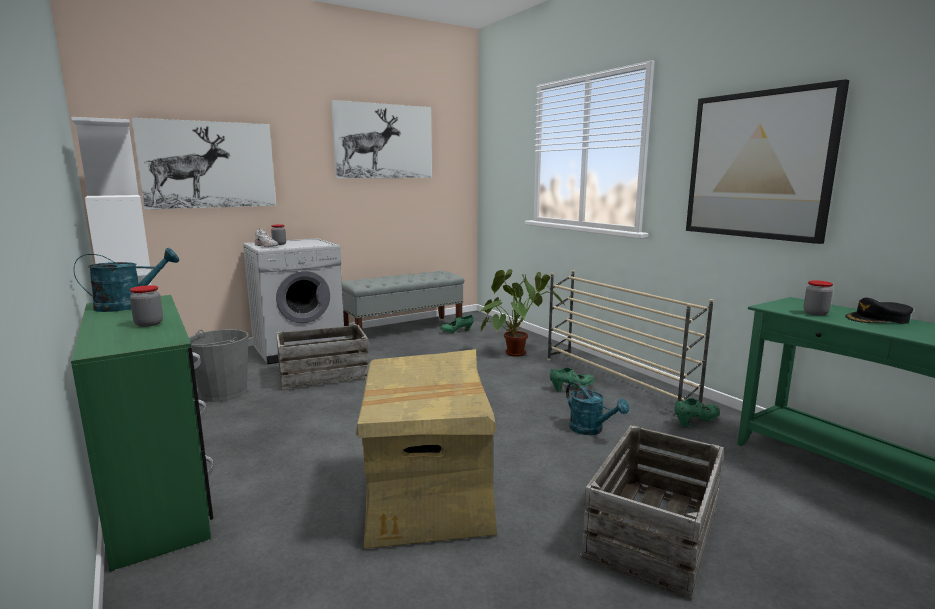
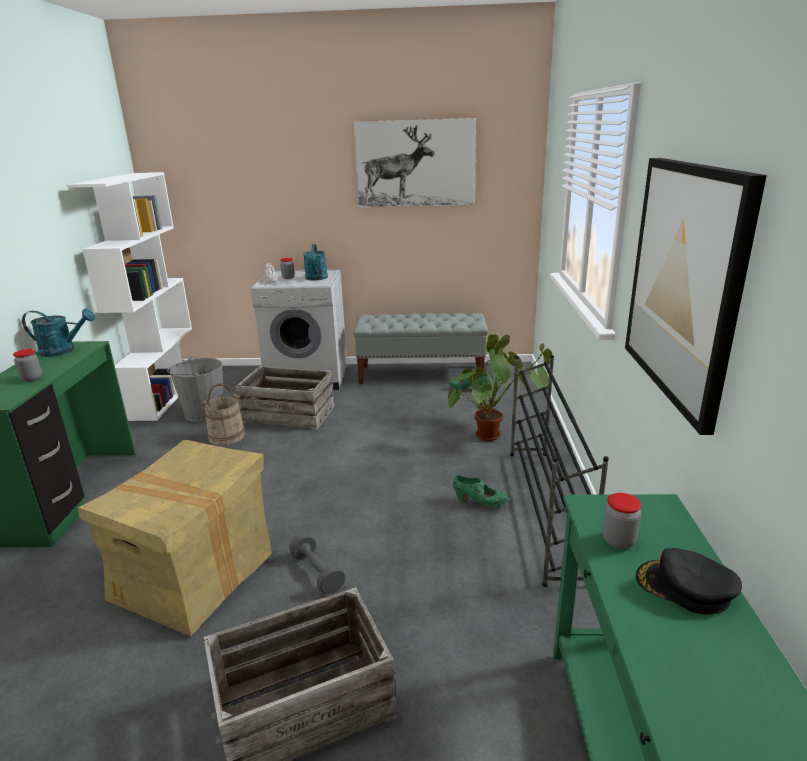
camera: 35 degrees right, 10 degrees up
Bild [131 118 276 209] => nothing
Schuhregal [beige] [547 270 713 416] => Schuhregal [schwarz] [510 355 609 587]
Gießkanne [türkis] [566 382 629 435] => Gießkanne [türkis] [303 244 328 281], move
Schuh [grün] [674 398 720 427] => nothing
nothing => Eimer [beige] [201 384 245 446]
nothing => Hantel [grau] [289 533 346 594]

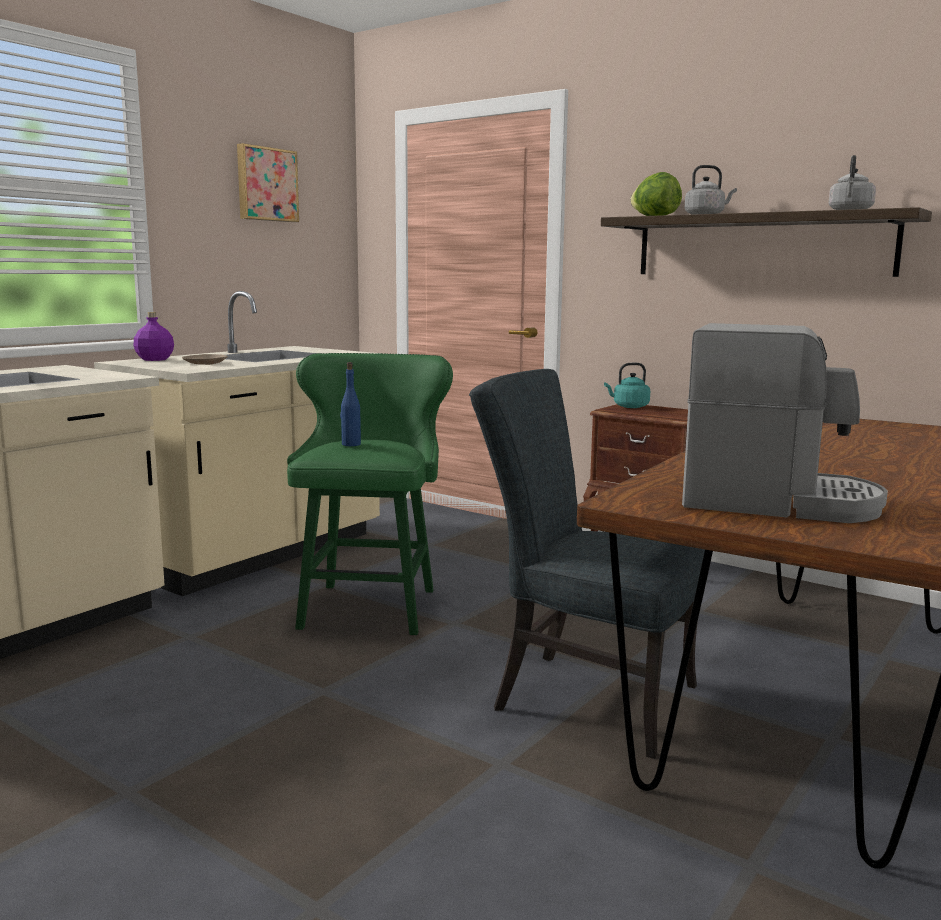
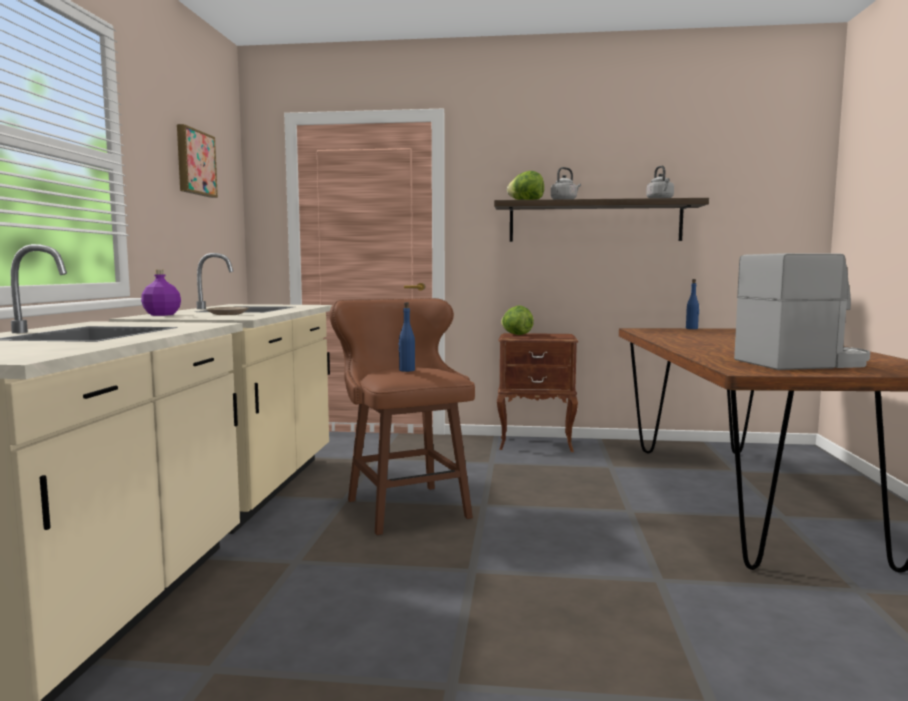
camera: 30 degrees left, 5 degrees down
Hocker [grün] [287 353 453 635] => Hocker [braun] [330 298 475 535]
Wasserkessel [türkis] [604 363 650 408] => Salatkopf [501 305 534 335]
Stuhl [grau] [469 369 705 759] => nothing
nothing => Flasche [blau] [686 279 699 329]

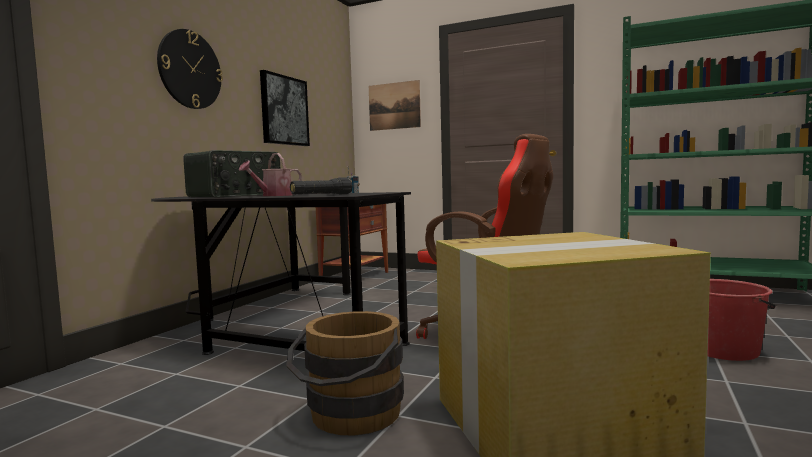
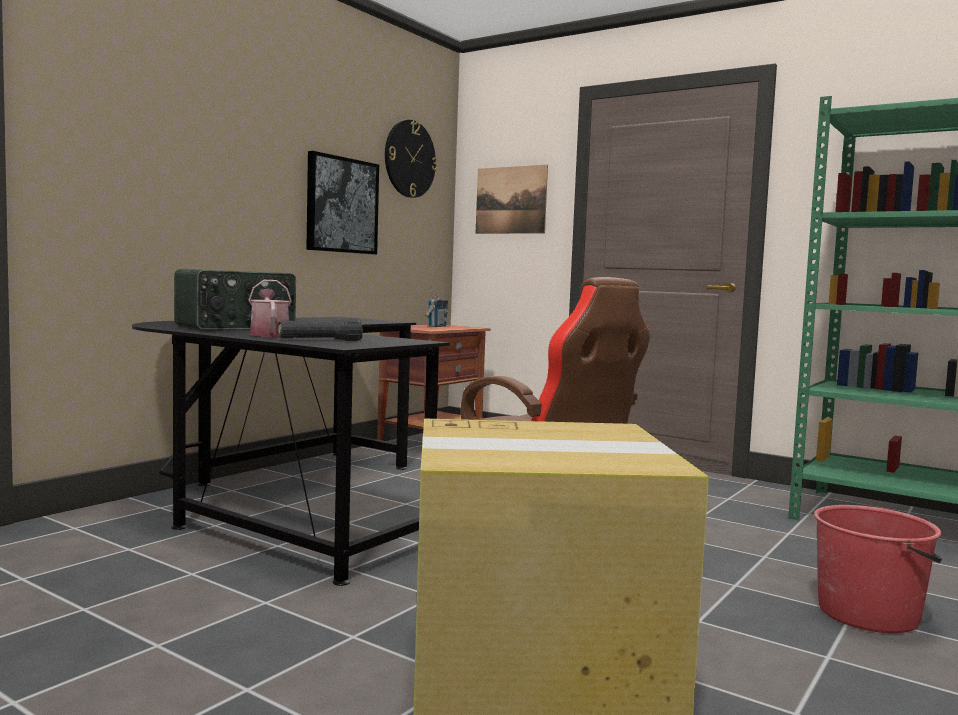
camera: 10 degrees right, 0 degrees up
Wanduhr [157 29 223 109] => Wanduhr [385 120 437 198], move
Gießkanne [239 153 302 196] => Gießkanne [248 280 292 337], 105 degrees clockwise
Eimer [braun] [286 311 404 436] => nothing

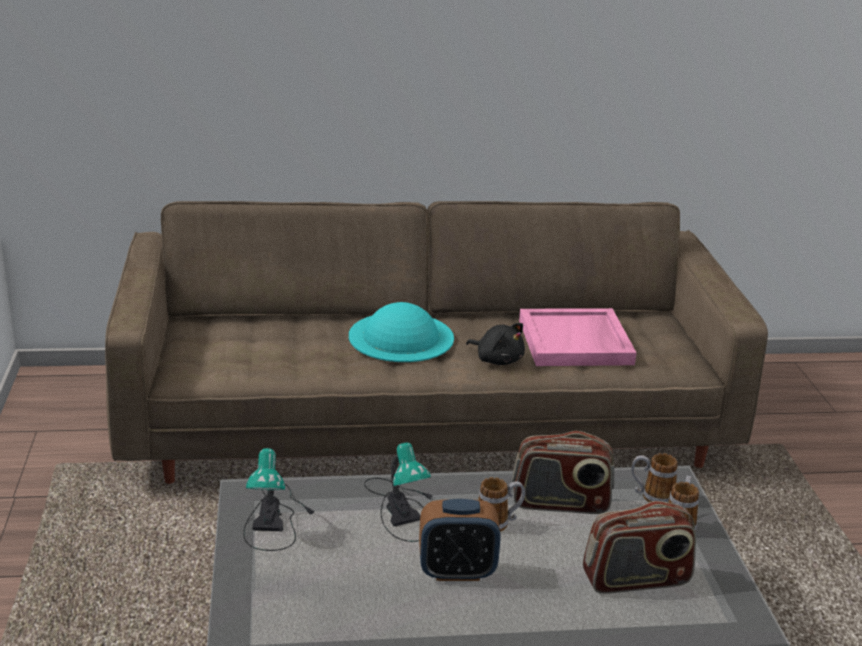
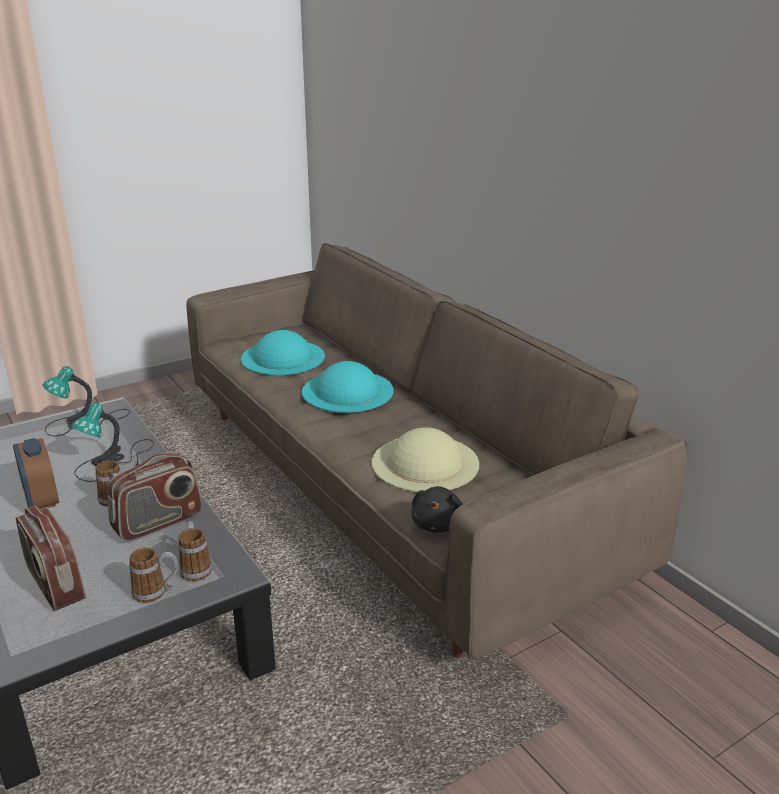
camera: 65 degrees right, 0 degrees up
Tablett [rosa] [519 308 637 366] => Hut [beige] [372 427 479 492]
Plüschtier [schwarz] [466 323 525 365] => Plüschtier [schwarz] [411 486 463 533], move
Radio [512 431 614 514] => Radio [107 453 203 542], 105 degrees counterclockwise
nothing => Hut [türkis] [240 330 325 375]

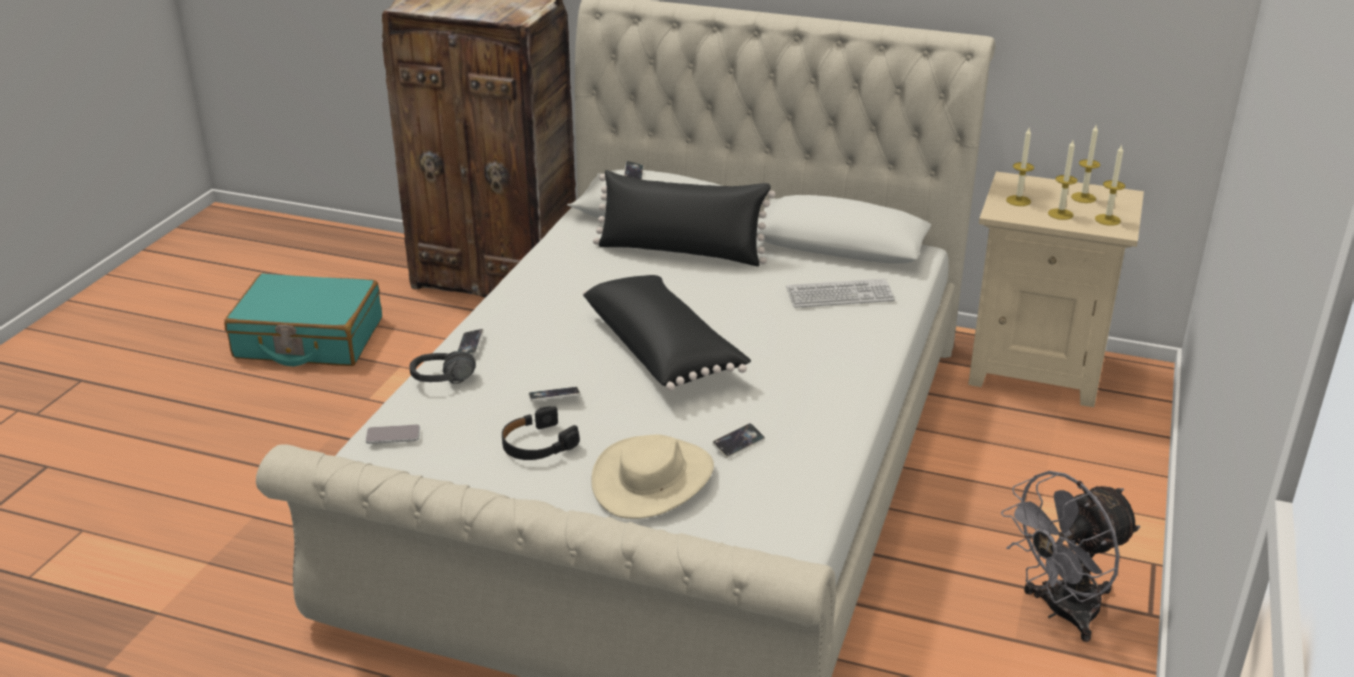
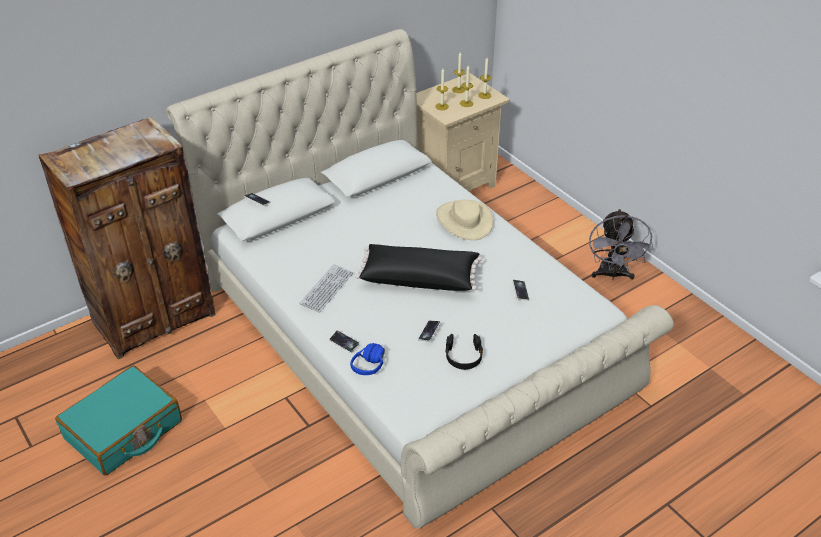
camera: 55 degrees left, 10 degrees up
Kissen [schwarz] [593 170 775 266] => nothing
Tastatur [786 279 895 308] => Tastatur [299 264 353 313], move
Kopfhörer [schwarz] [409 351 476 384] => Kopfhörer [blau] [350 343 385 375]
Handy [365 424 420 444] => nothing
Hut [beige] [591 435 714 519] => Hut [beige] [436 200 493 240], move

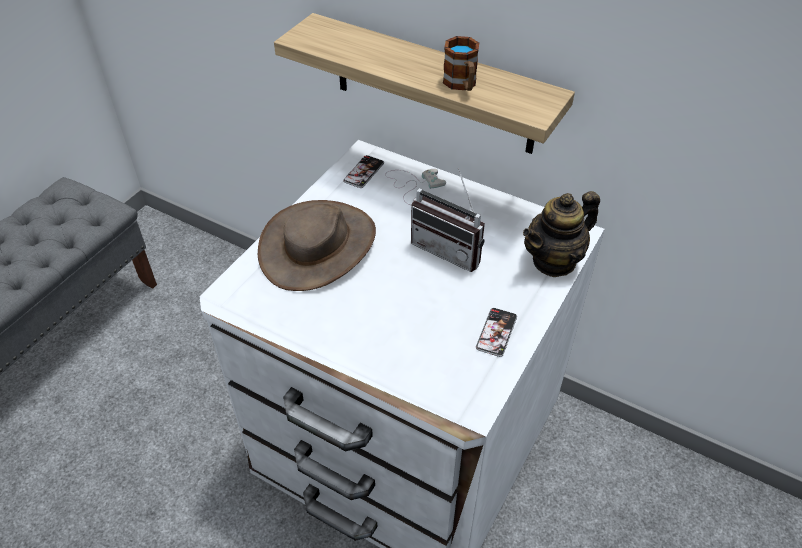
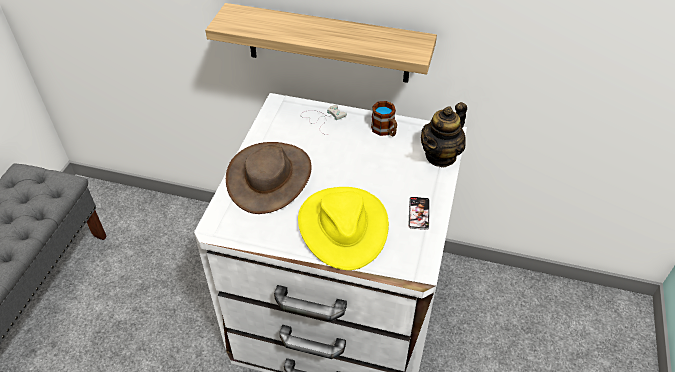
camera: 15 degrees left, 0 degrees up
Henkelbecher [443 36 479 91] => Henkelbecher [371 101 397 137], move
Handy [343 155 384 188] => nothing
Radio [411 168 485 272] => nothing
nothing => Hut [gelb] [298 187 389 270]

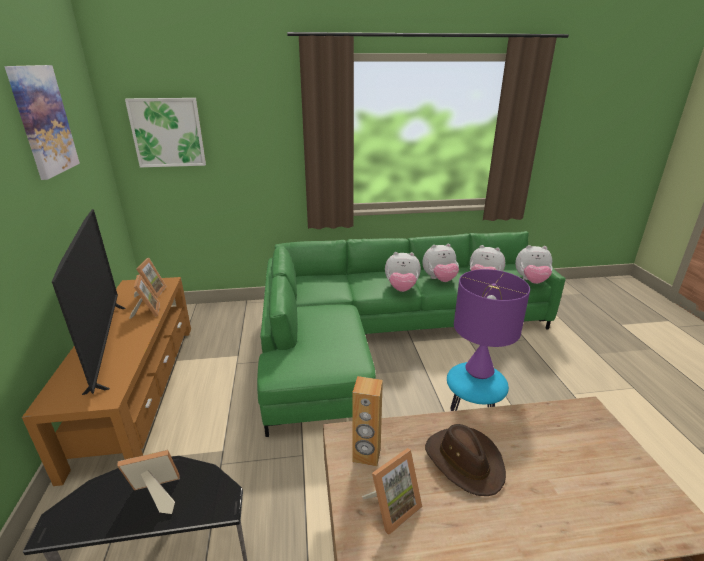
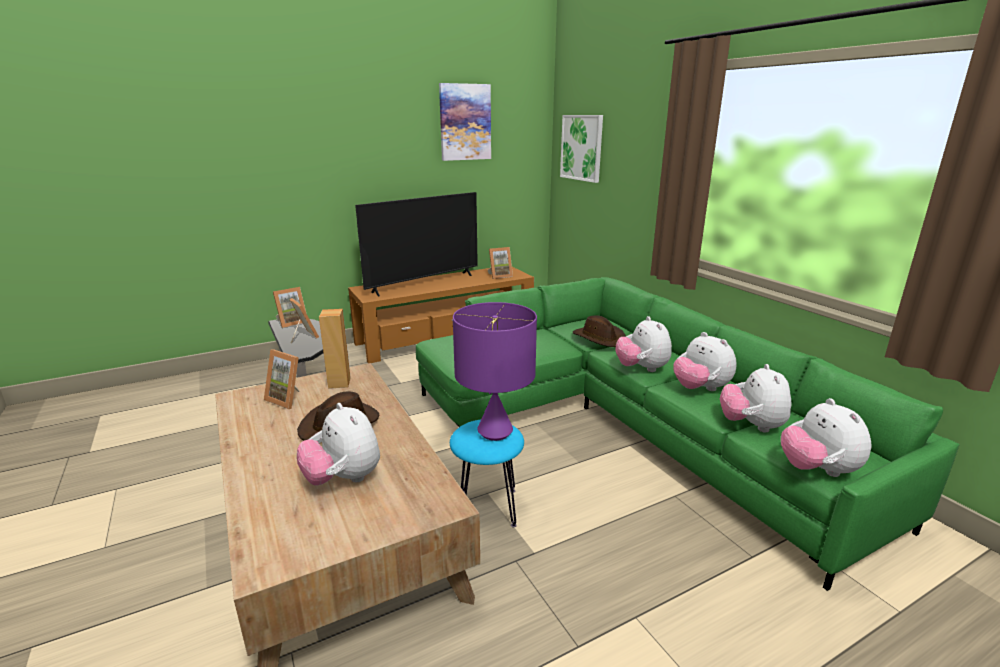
camera: 70 degrees right, 5 degrees down
Bilderrahmen [130 274 160 319] => Bilderrahmen [273 287 307 328], move
nothing => Hut [braun] [573 316 626 347]
nothing => Plüschtier [297 403 380 486]

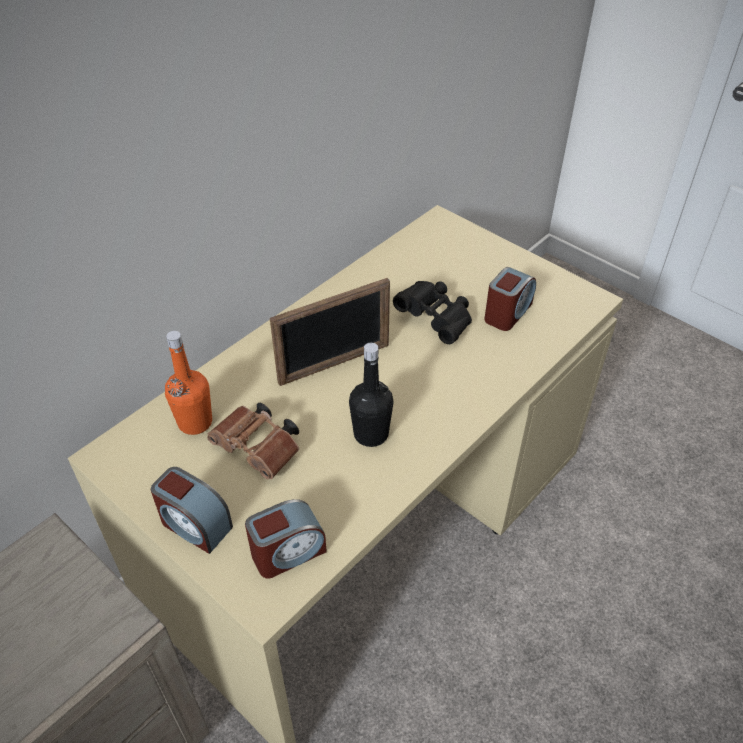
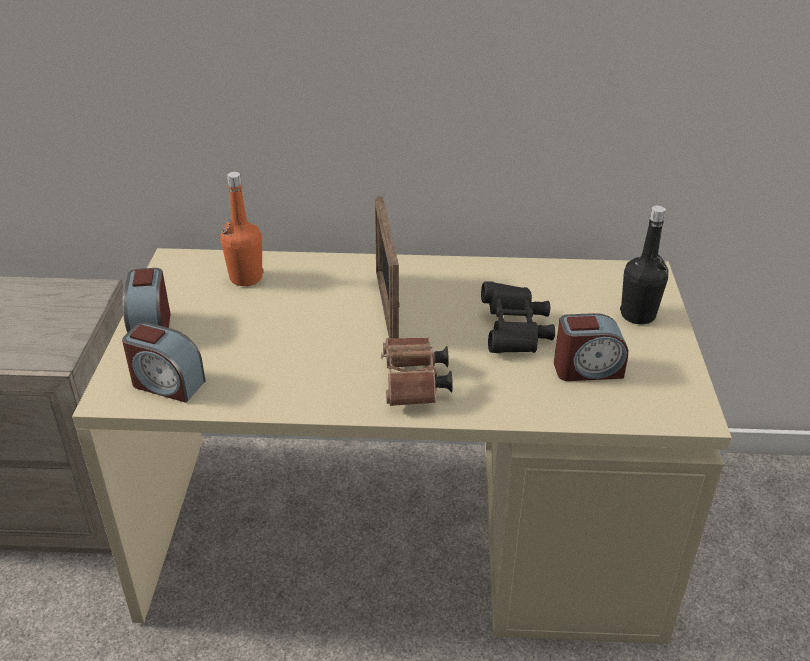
camera: 50 degrees right, 10 degrees down
Bilderrahmen [270 278 390 386] => Bilderrahmen [375 196 399 338], 60 degrees clockwise
Flasche [schwarz] [349 342 393 447] => Flasche [schwarz] [620 205 668 325], move
Fernglas [braun] [207 403 299 479] => Fernglas [braun] [381 338 453 406], move

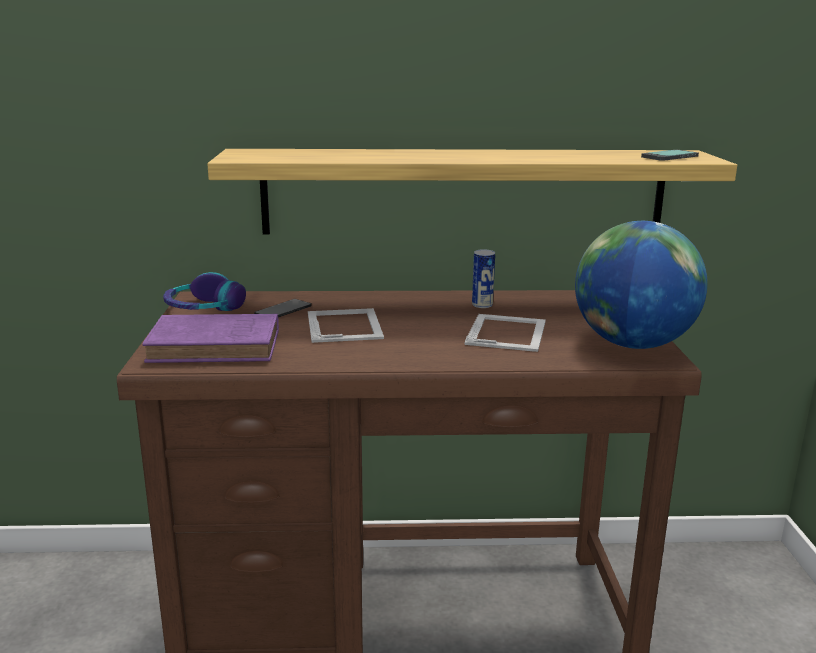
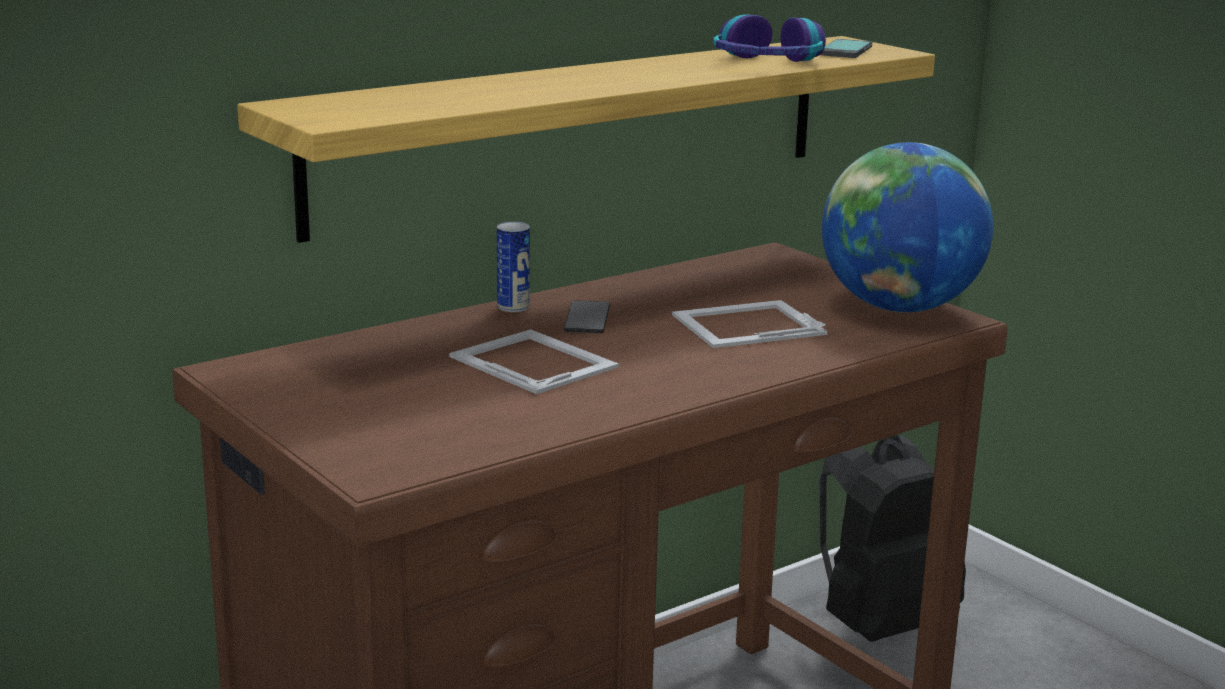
camera: 35 degrees left, 0 degrees up
Dose [472 249 495 308] => Dose [497 222 530 312], move
Kopfhörer [163 272 246 311] => Kopfhörer [713 14 826 62], move
Handy [254 299 312 317] => Handy [564 300 610 333], move
Buch [lila] [142 314 279 363] => nothing
Bilderrahmen [464 314 546 352] => Bilderrahmen [672 300 827 348], 90 degrees counterclockwise
nothing => Rucksack [schwarz] [819 435 966 642]

